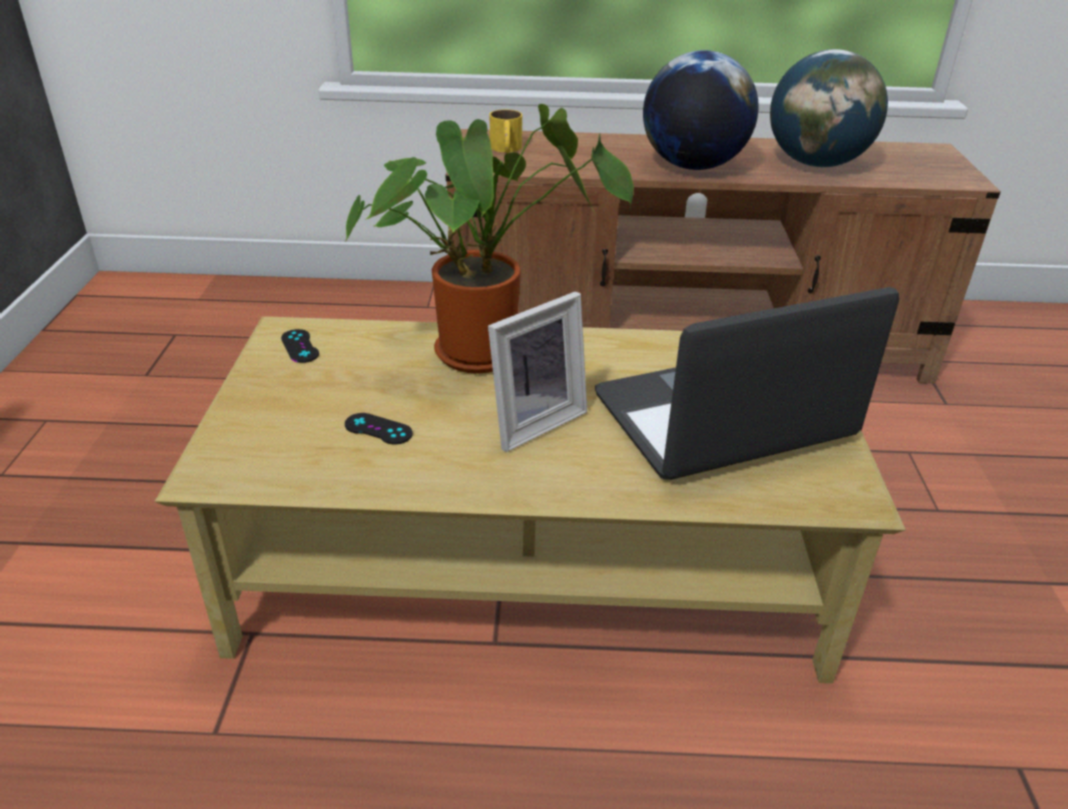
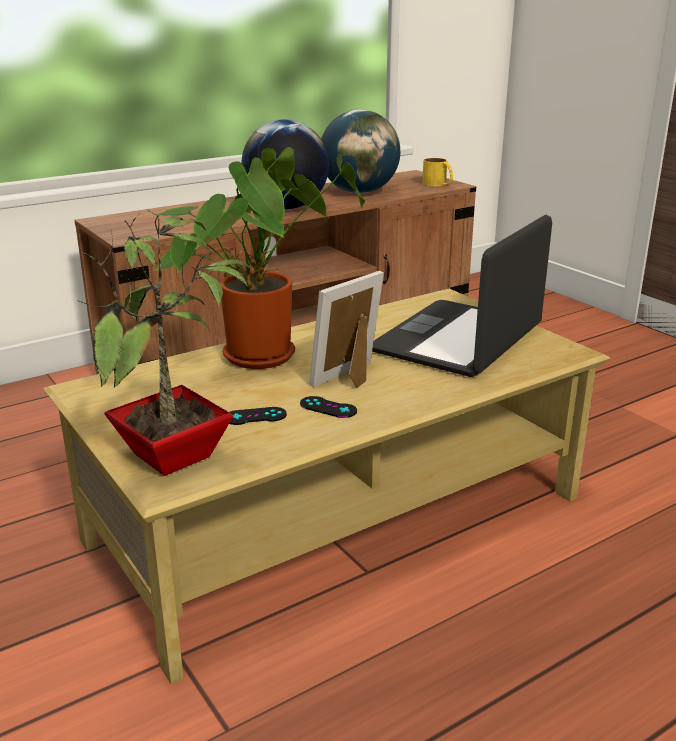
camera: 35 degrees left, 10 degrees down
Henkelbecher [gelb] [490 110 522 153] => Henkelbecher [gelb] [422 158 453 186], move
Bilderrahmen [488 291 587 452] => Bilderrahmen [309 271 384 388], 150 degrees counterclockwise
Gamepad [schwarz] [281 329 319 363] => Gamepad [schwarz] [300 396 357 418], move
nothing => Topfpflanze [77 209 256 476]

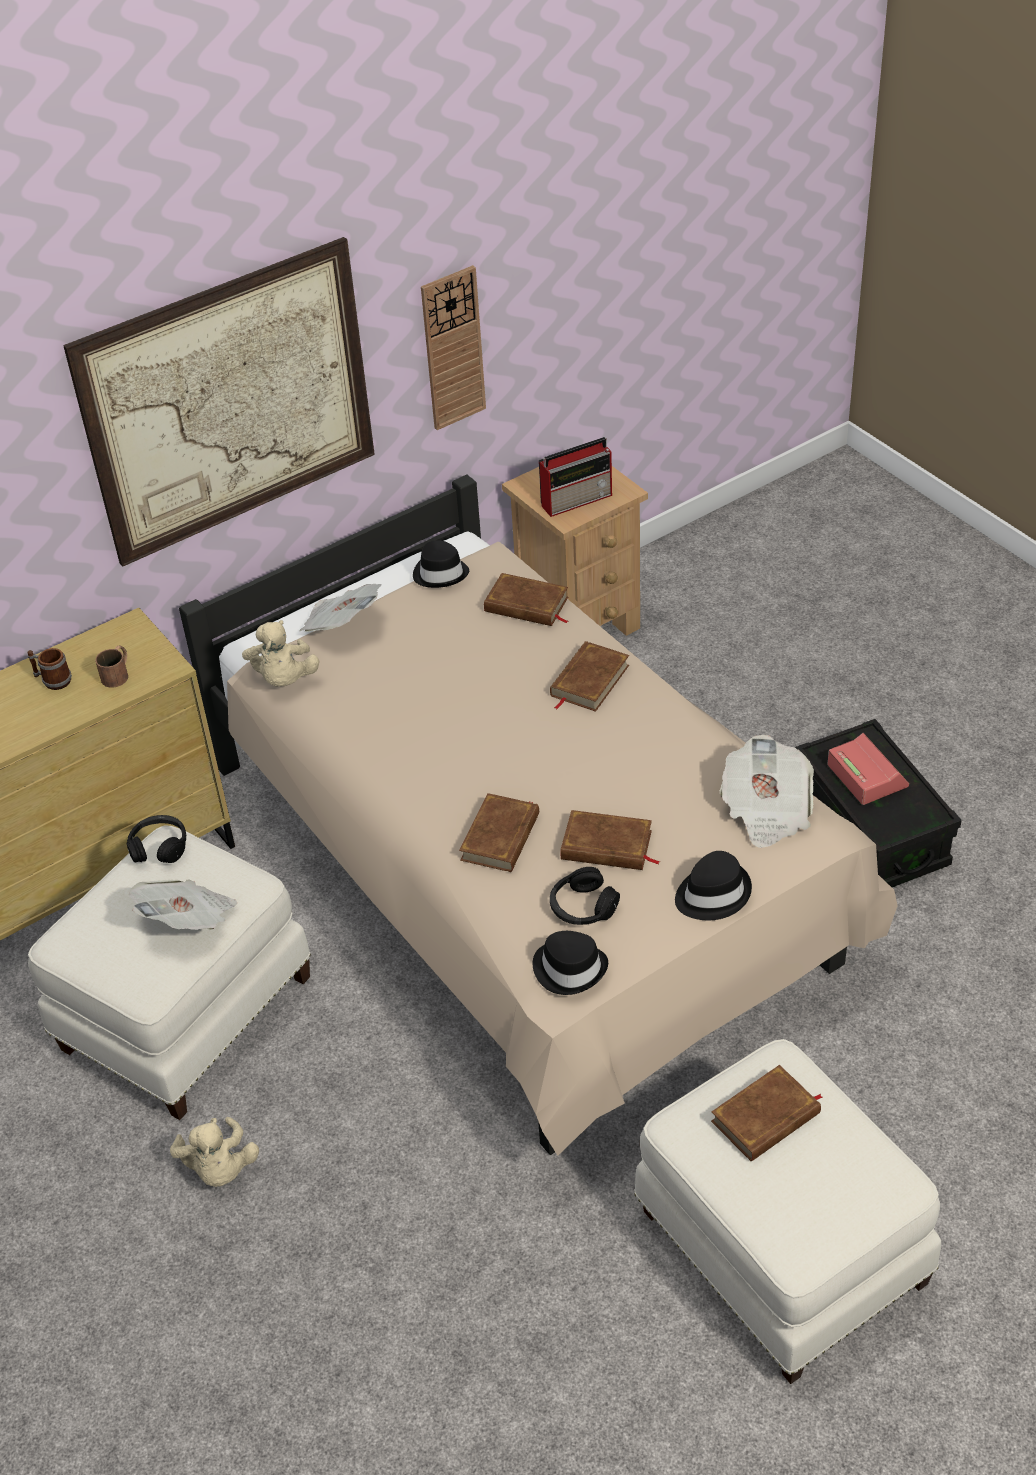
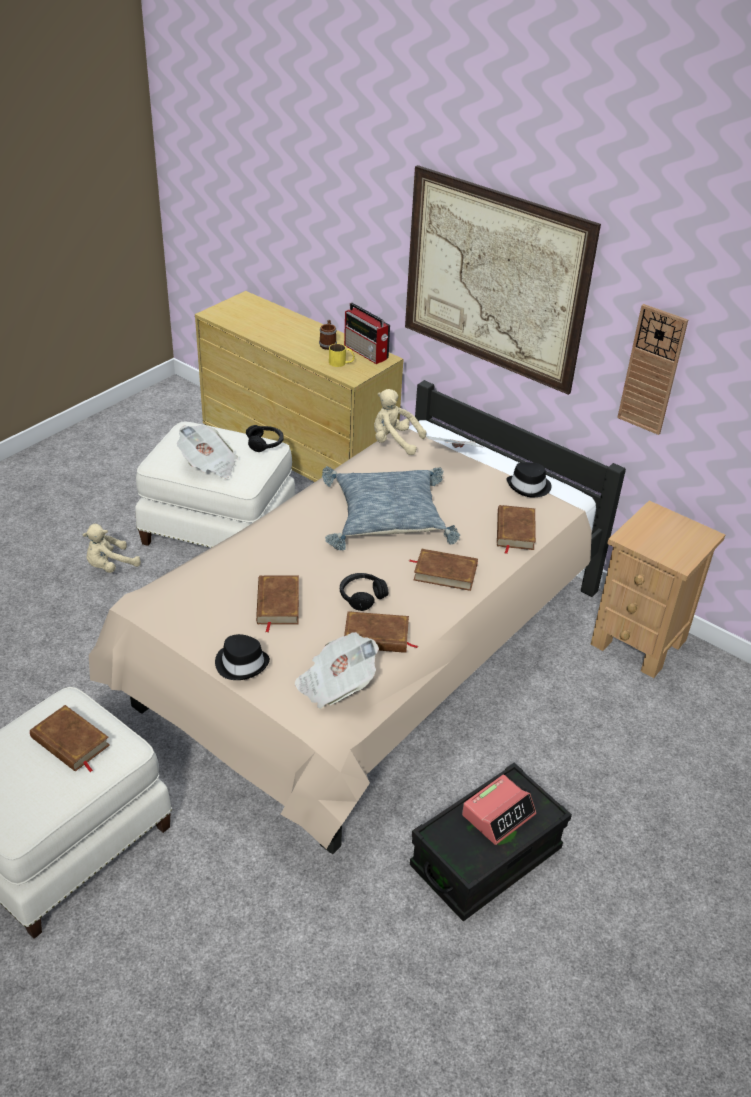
camera: 70 degrees right, 5 degrees down
Radio [539 437 612 517] => Radio [344 303 390 364], move
Plüschtier [beige] [242 620 320 687] => Plüschtier [beige] [374 389 427 455], 45 degrees clockwise
Henkelbecher [braun] [95 646 128 688] => Henkelbecher [gelb] [329 344 355 367]
Buch [braun] [459 793 539 872] => Buch [braun] [344 611 418 653], move
Kopfhörer [schwarz] [550 867 620 925] => Kopfhörer [schwarz] [340 573 388 611], move
Hut [schwarz] [533 931 608 995] => nothing
nothing => Kissen [322 466 460 551]

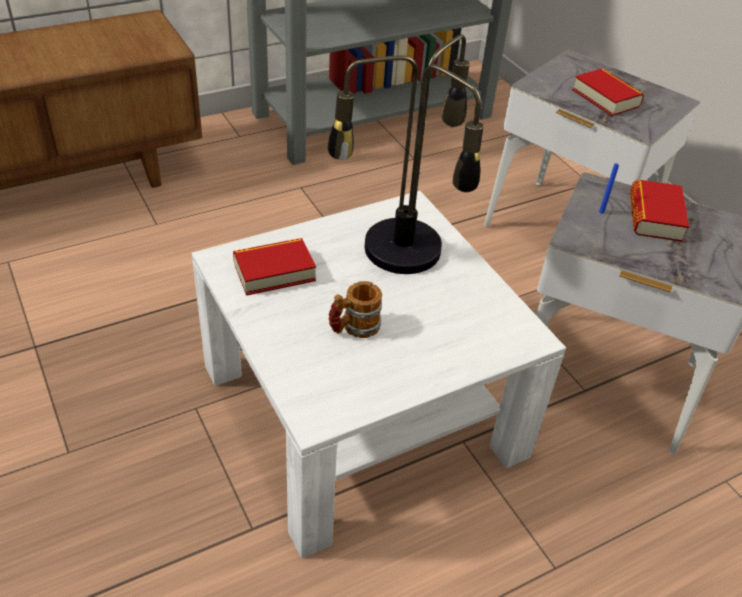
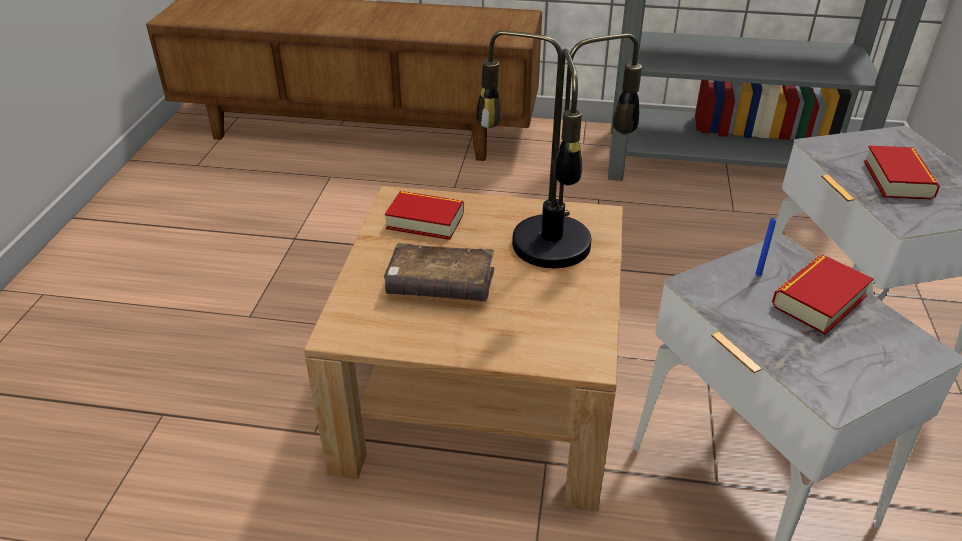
camera: 40 degrees right, 5 degrees down
Couchtisch [weiß] [192 191 566 559] => Couchtisch [braun] [304 186 623 511]
Henkelbecher [328 281 382 338] => Buch [braun] [384 243 495 301]

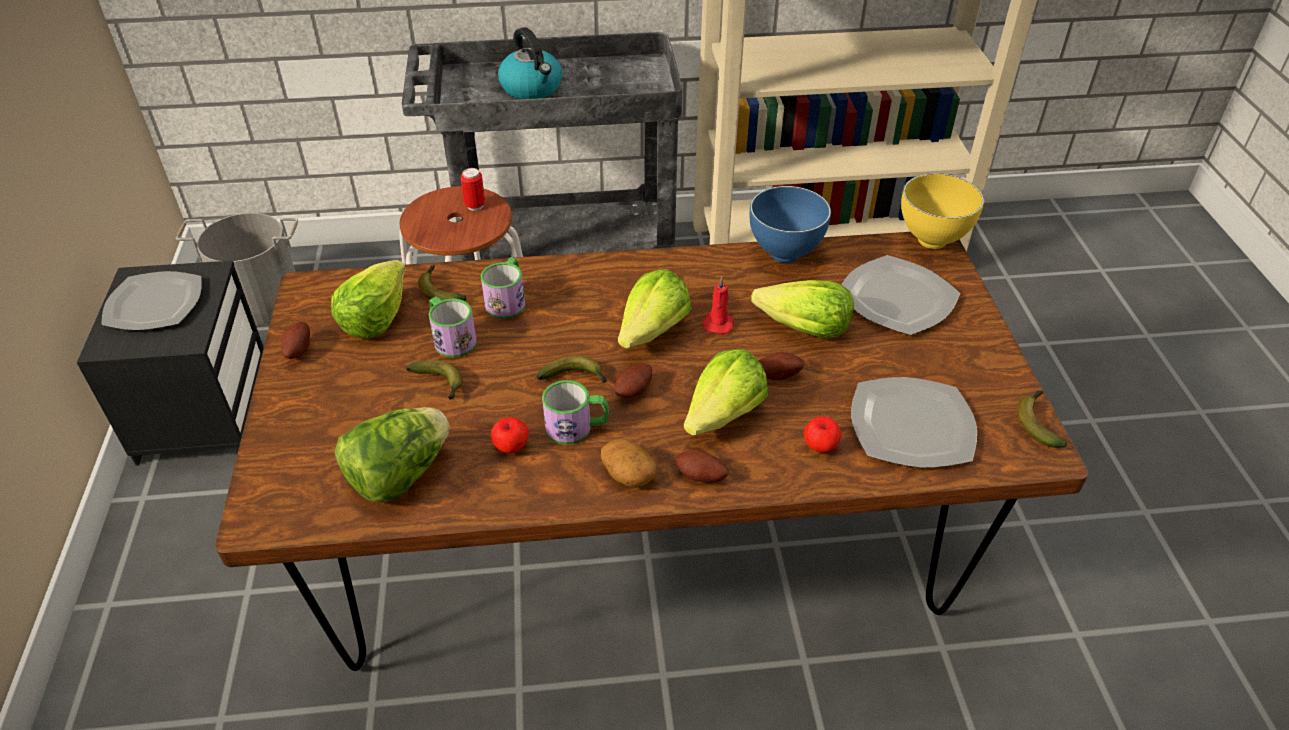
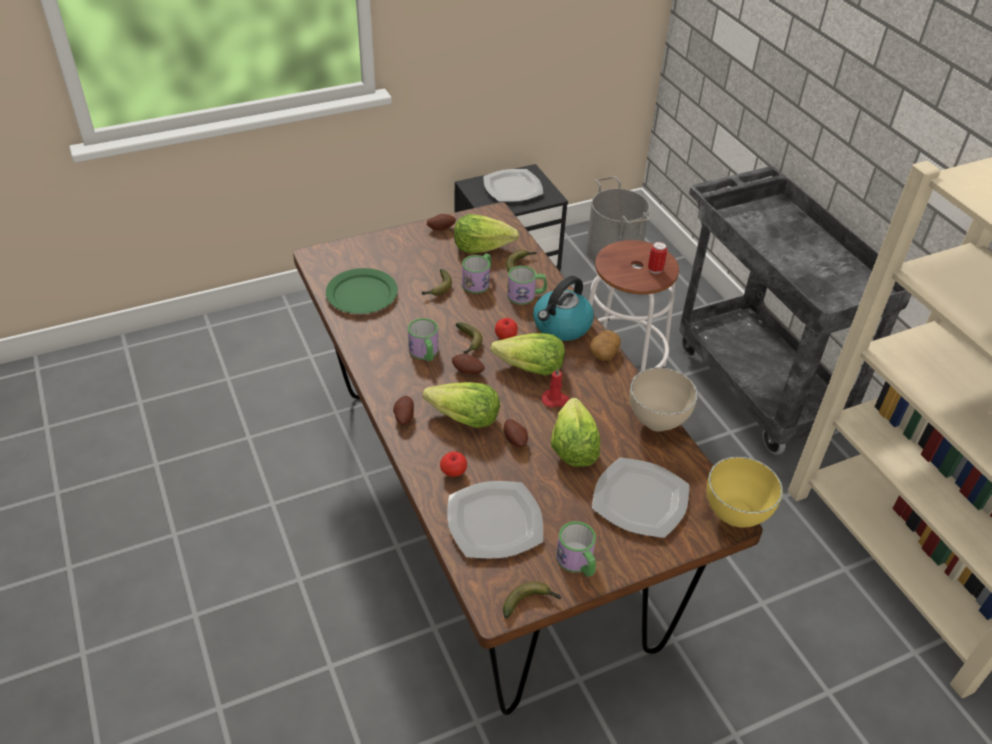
camera: 70 degrees right, 0 degrees up
Wasserkessel [498 27 563 99] => Wasserkessel [533 276 594 341], move
Schüssel [blau] [749 186 831 263] => Schüssel [beige] [629 367 698 432]
Salatkopf [335 407 449 503] => Teller [grün] [326 268 398 314]
Apfel [491 417 529 454] => Apfel [495 318 518 340], move
Kartoffel [601 439 658 488] => Kartoffel [590 330 621 361], move
nothing => Henkelbecher [556 521 596 577]

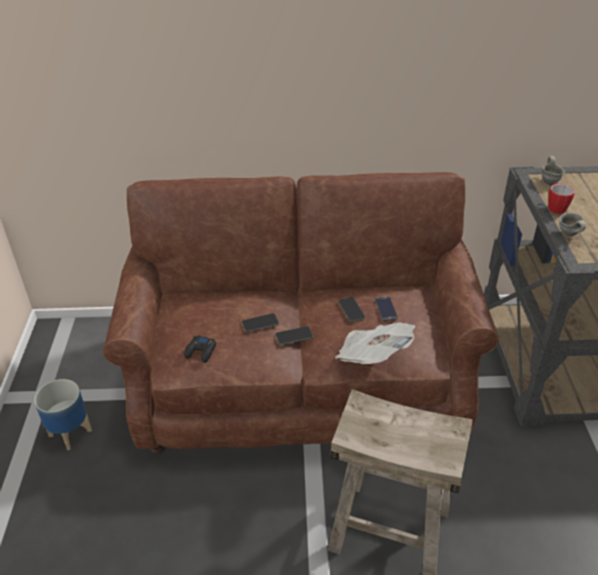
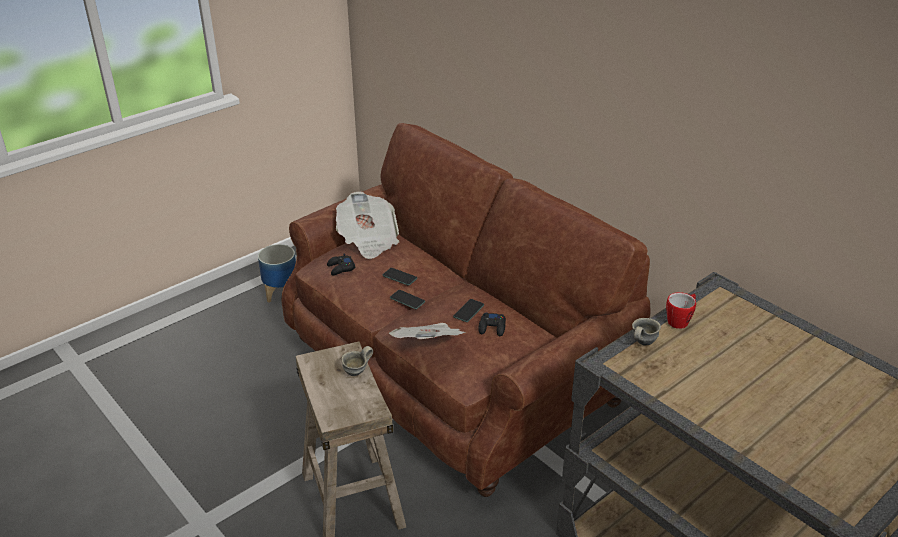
camera: 50 degrees right, 5 degrees down
Henkelbecher [grau] [542 156 565 185] => Henkelbecher [grau] [342 346 373 376], move
Handy [375 296 398 321] => Gamepad [schwarz] [478 313 506 336]
nothing => Zeitung [336 192 399 259]

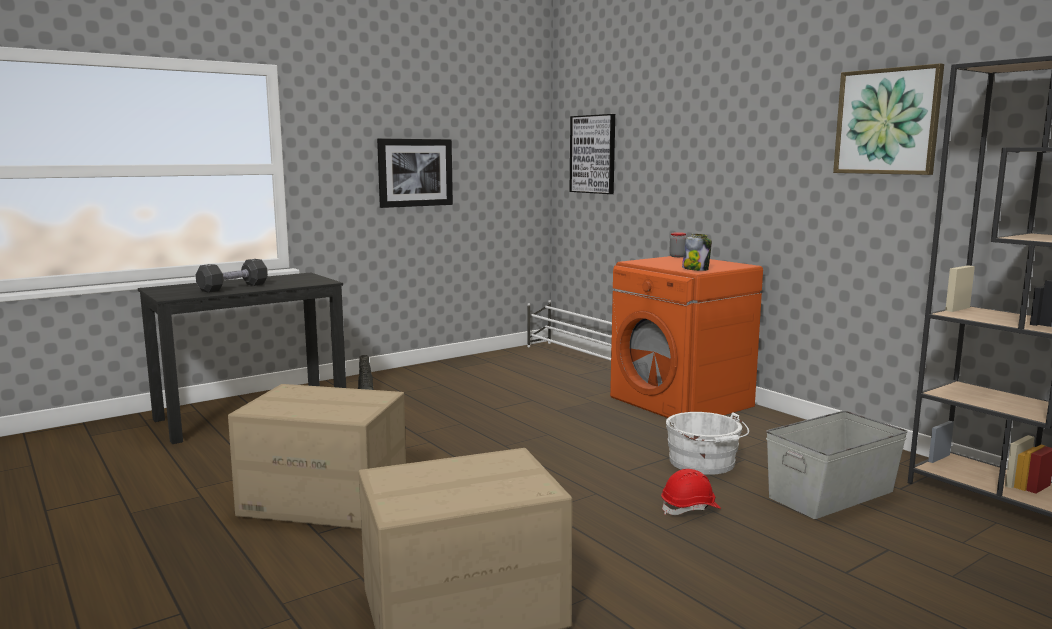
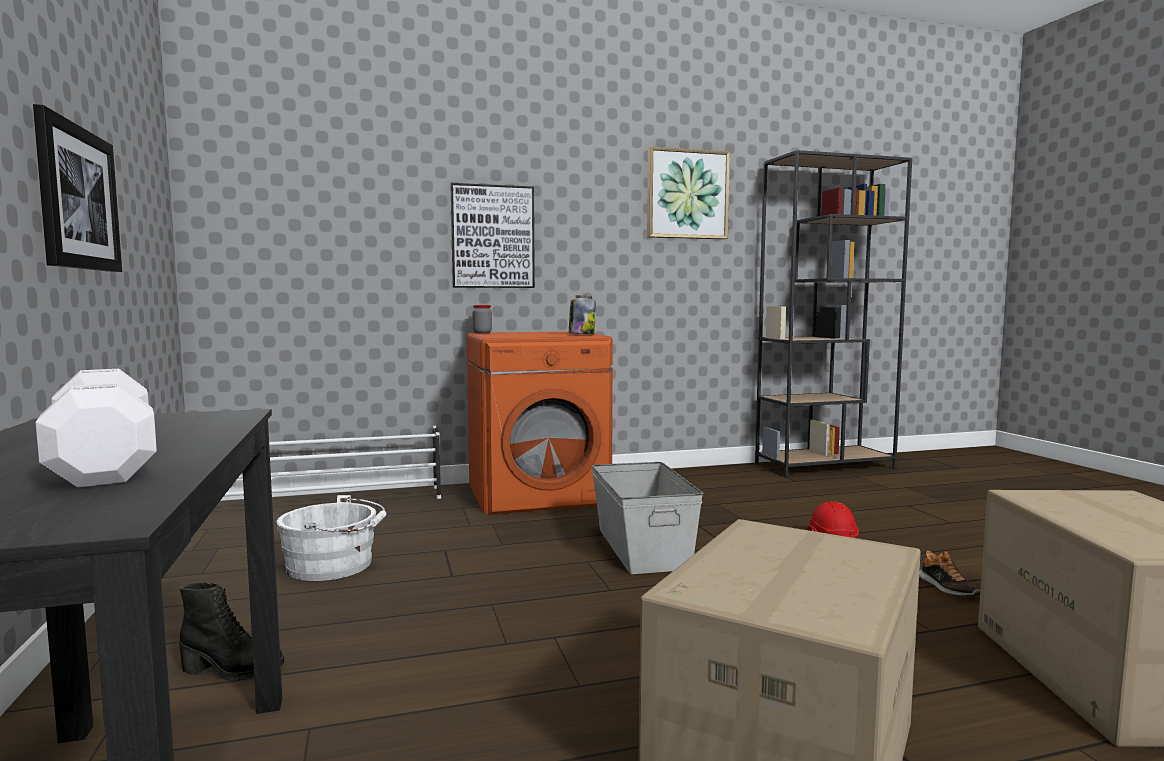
camera: 70 degrees left, 5 degrees down
Bild [569 114 615 194] => Bild [451 183 535 288], move
Hantel [schwarz] [196 259 268 293] => Hantel [weiß] [35 369 157 488]
Aufbewahrungsbox [grau] [766 411 908 519] => Aufbewahrungsbox [grau] [591 462 703 574], move
Eimer [weiß] [666 412 749 475] => Eimer [weiß] [276 495 386 581], move
nothing => Schuh [919 550 980 596]

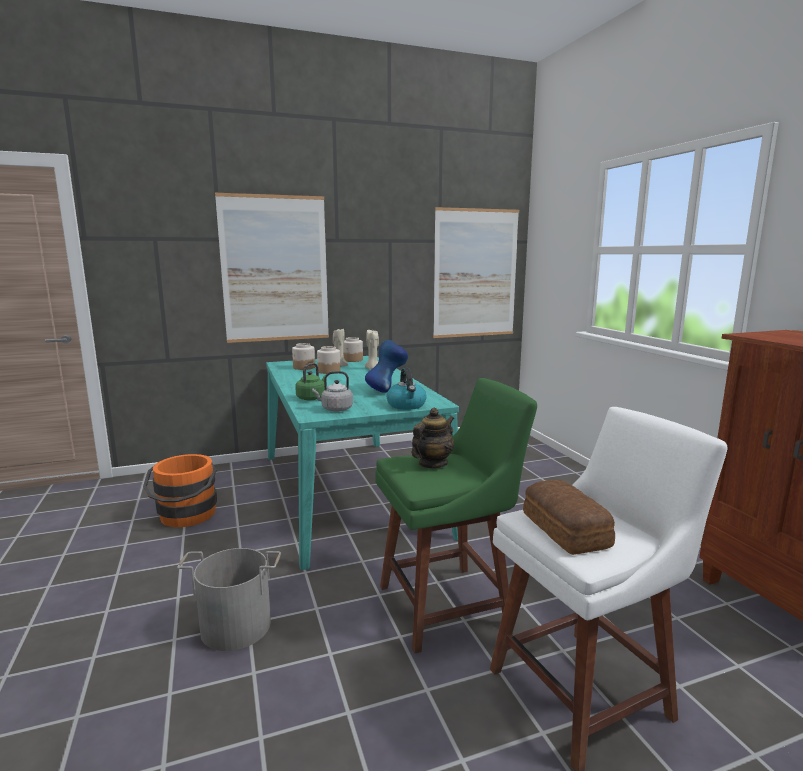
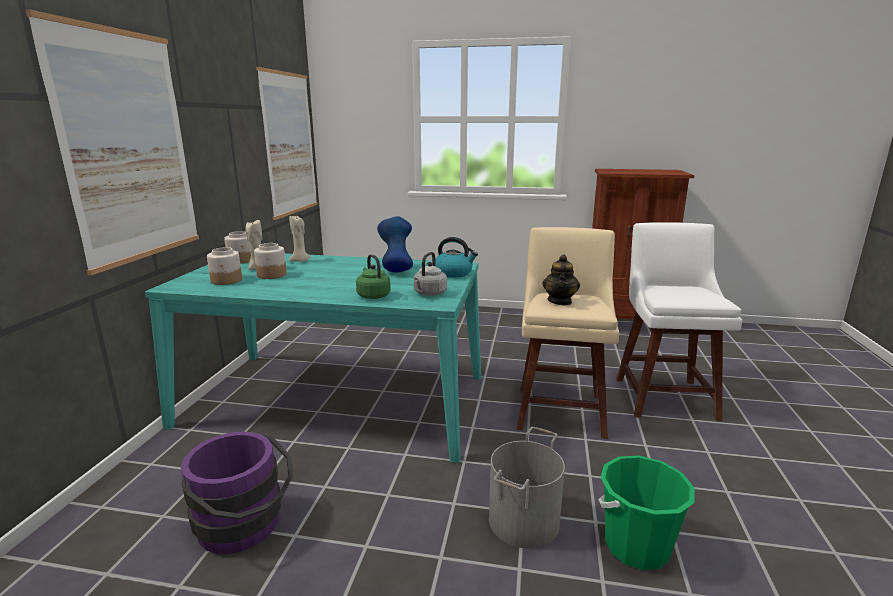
camera: 60 degrees left, 5 degrees up
Hocker [grün] [375 378 537 653] => Hocker [beige] [517 227 619 439]
Teekanne [411 408 454 468] => Teekanne [542 254 580 305], 150 degrees counterclockwise
Eimer [orange] [143 454 217 527] => Eimer [lila] [181 432 293 554]
Brot [523 480 615 555] => nothing
nothing => Eimer [grün] [598 456 695 570]

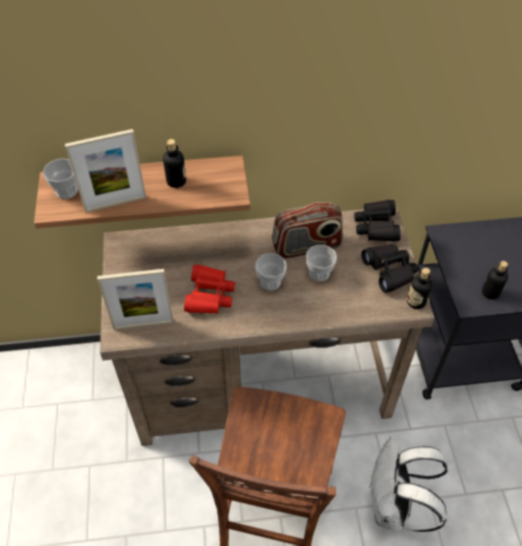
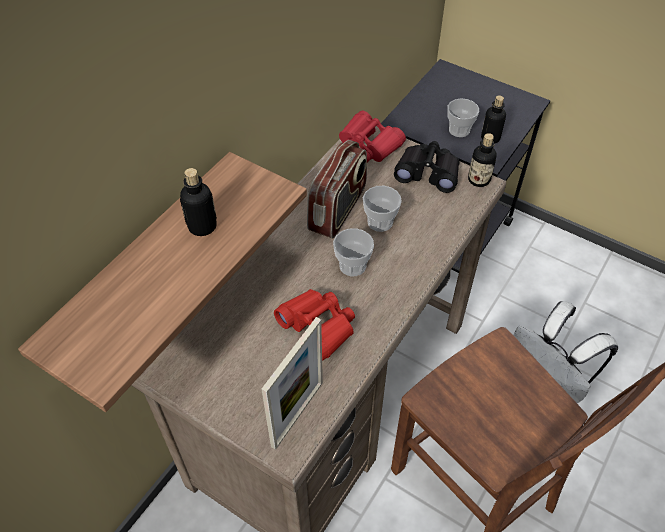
camera: 50 degrees left, 0 degrees up
Bilderrahmen [65 129 146 213] => nothing
Tasse [43 158 78 199] => Tasse [447 99 479 137], move
Fernglas [schwarz] [354 200 401 242] => Fernglas [rot] [339 111 406 163]

